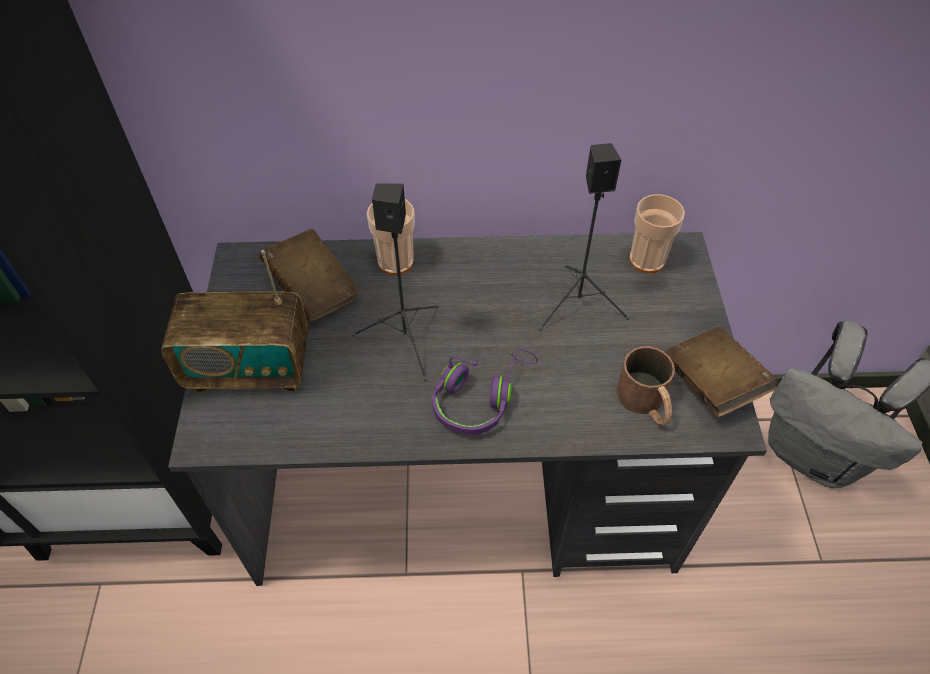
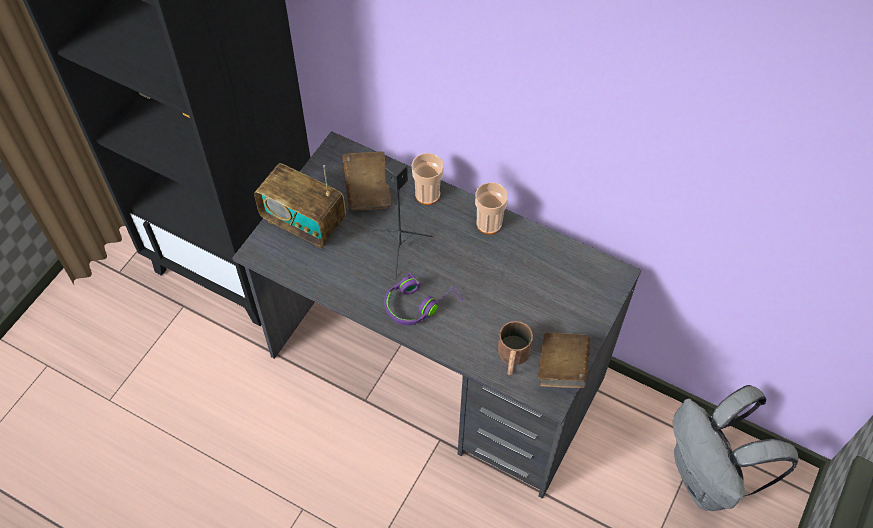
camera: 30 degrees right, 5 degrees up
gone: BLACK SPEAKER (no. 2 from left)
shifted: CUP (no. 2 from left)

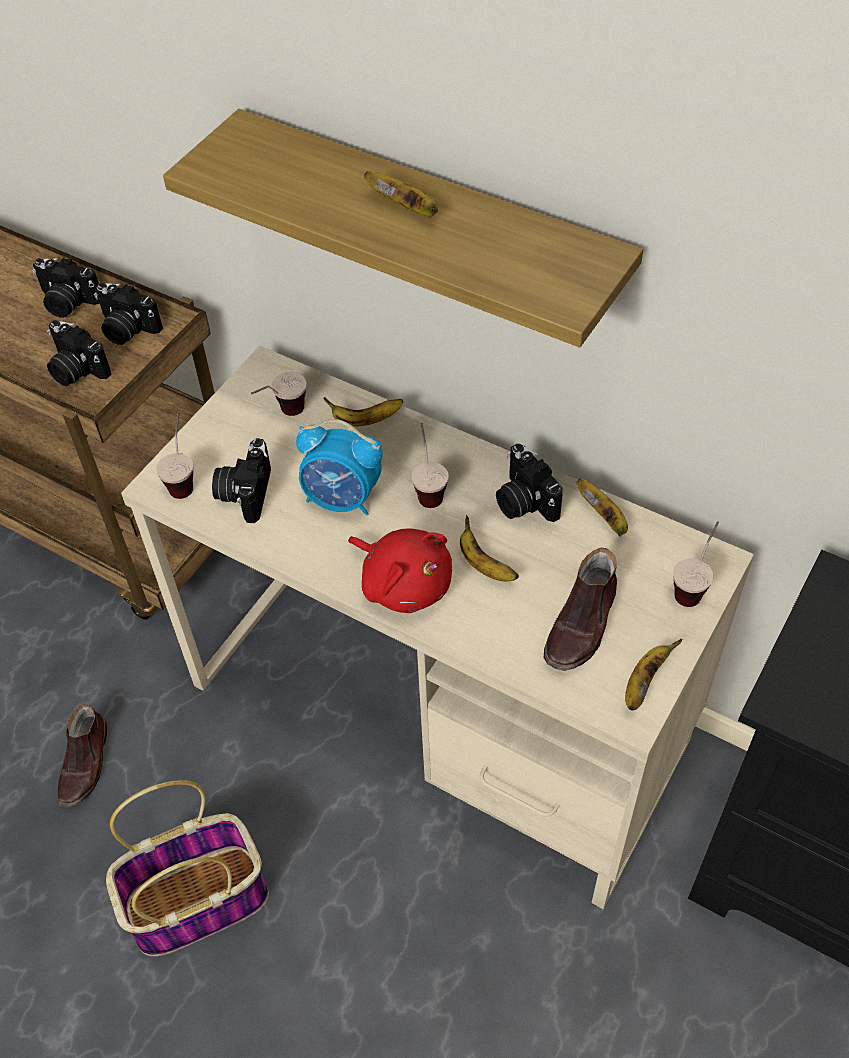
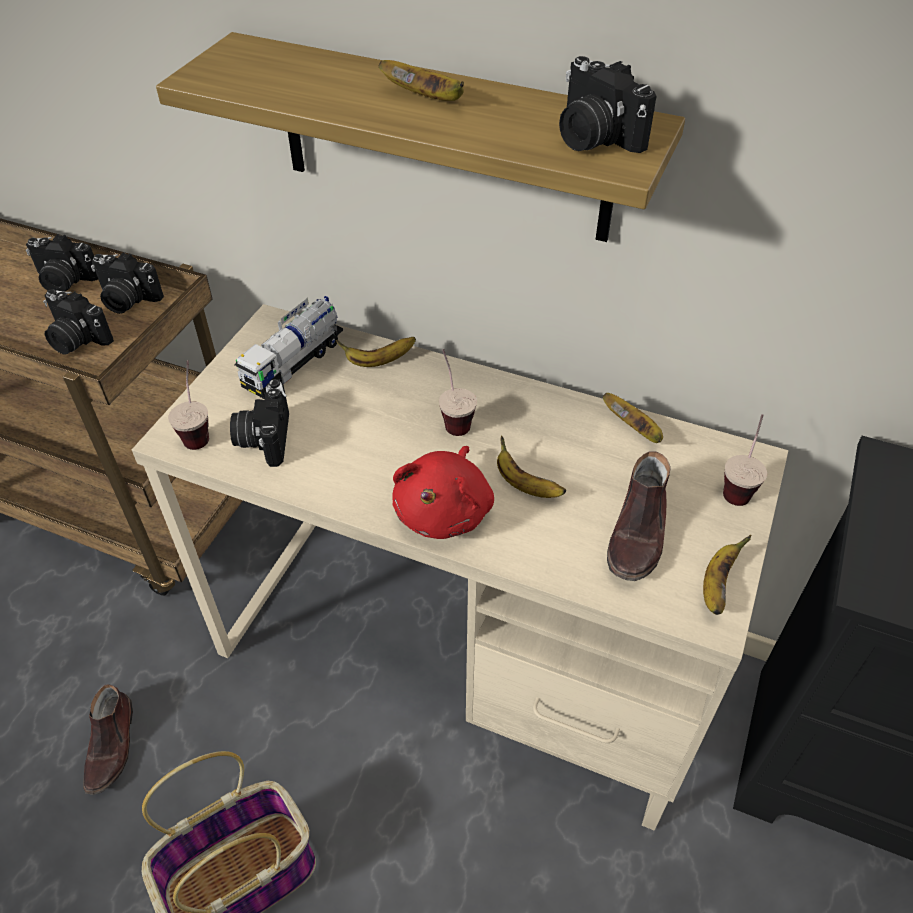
camera: 10 degrees left, 5 degrees down
gone: ALARM CLOCK
shifted: PHOTO CAMERA (no. 5 from left)
swapped: CUP (no. 2 from left) to TOY TRUCK
rotated: RED PLUSH TOY 75 degrees clockwise

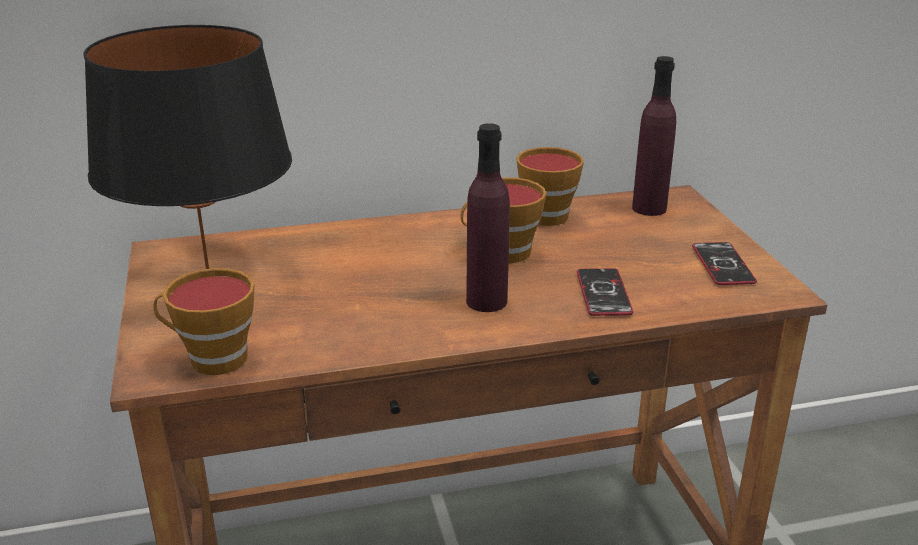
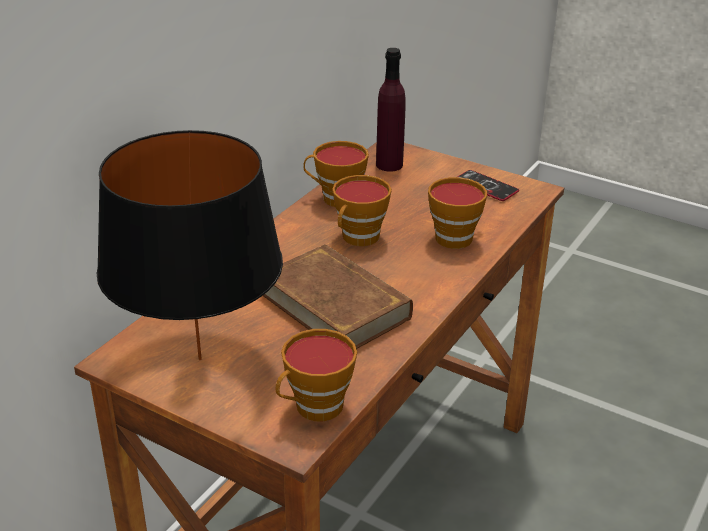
camera: 45 degrees left, 5 degrees up
gone: PURPLE BOTTLE (no. 1 from left)
new: BROWN BOOK
swapped: PHONE (no. 1 from left) to CUP (no. 4 from left)

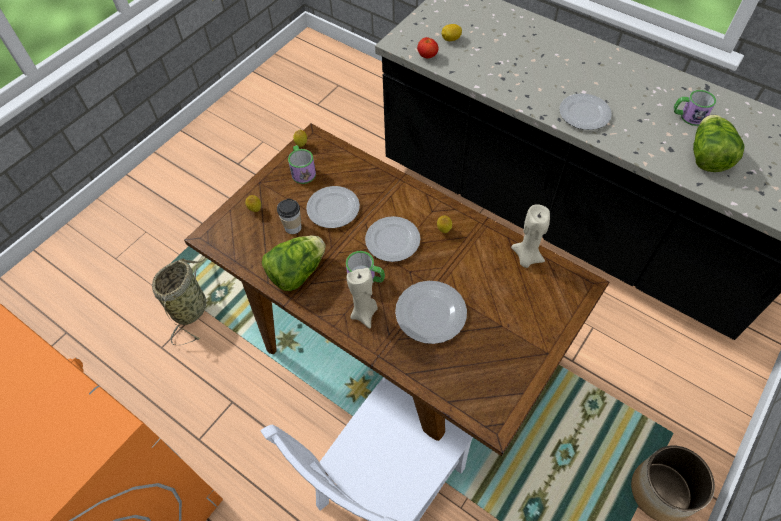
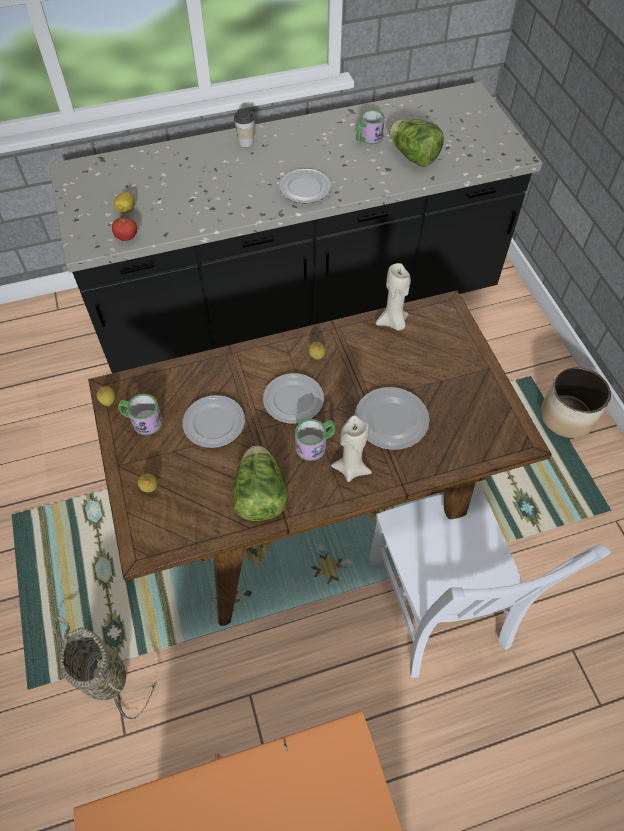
camera: 55 degrees left, 0 degrees up
shifted: CUP

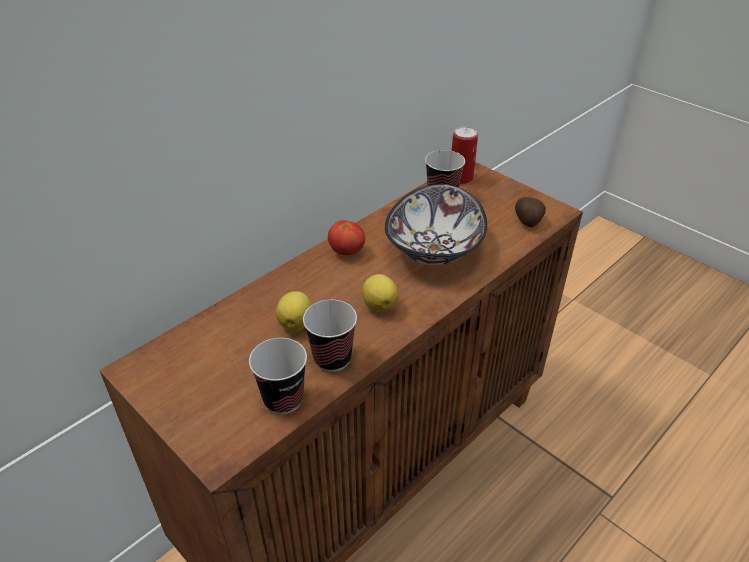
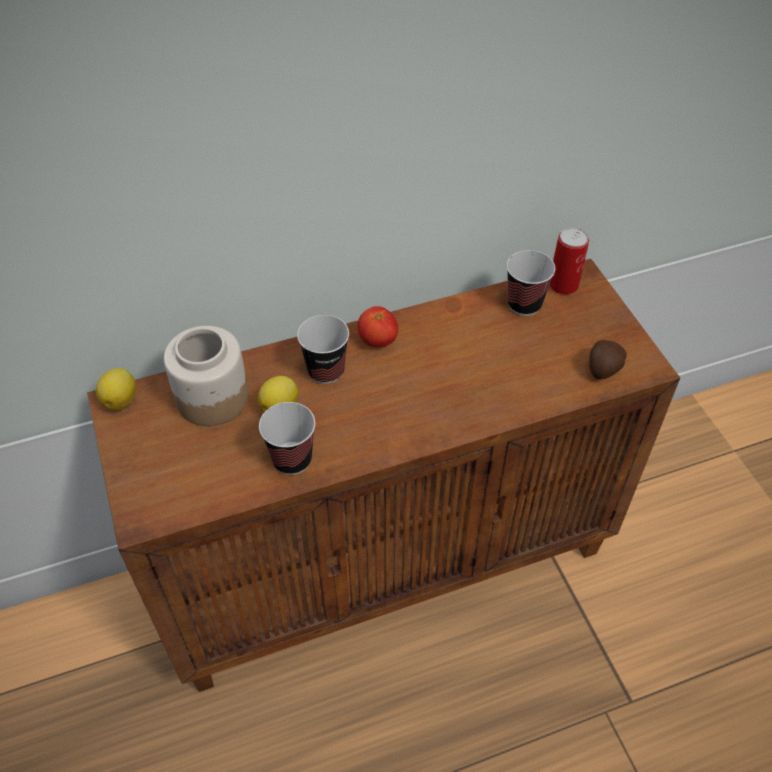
camera: 25 degrees right, 10 degrees up
gone: BOWL
new: JAR
shifted: CUP (no. 1 from left in the first image) to CUP (no. 2 from left); LEMON (no. 2 from left in the first image) to LEMON (no. 1 from left)

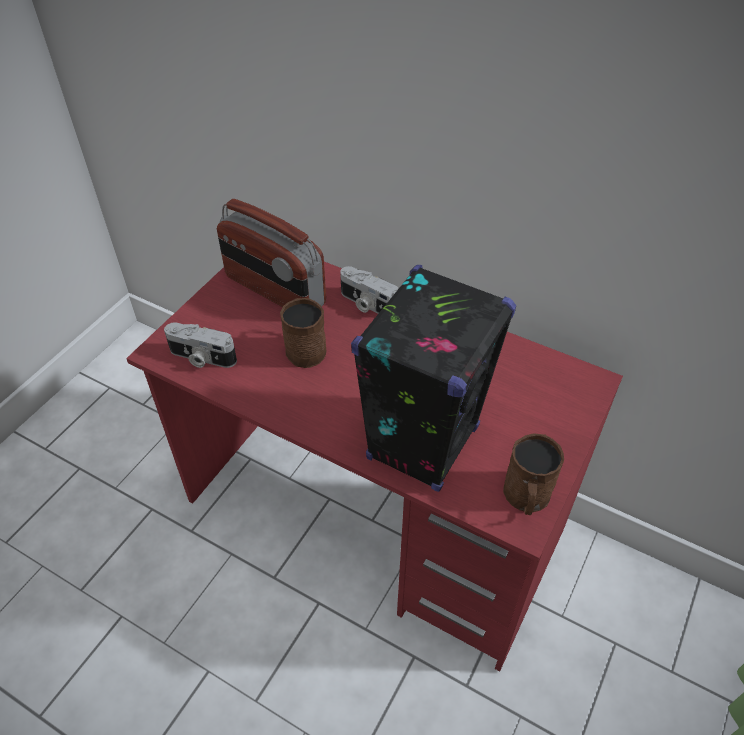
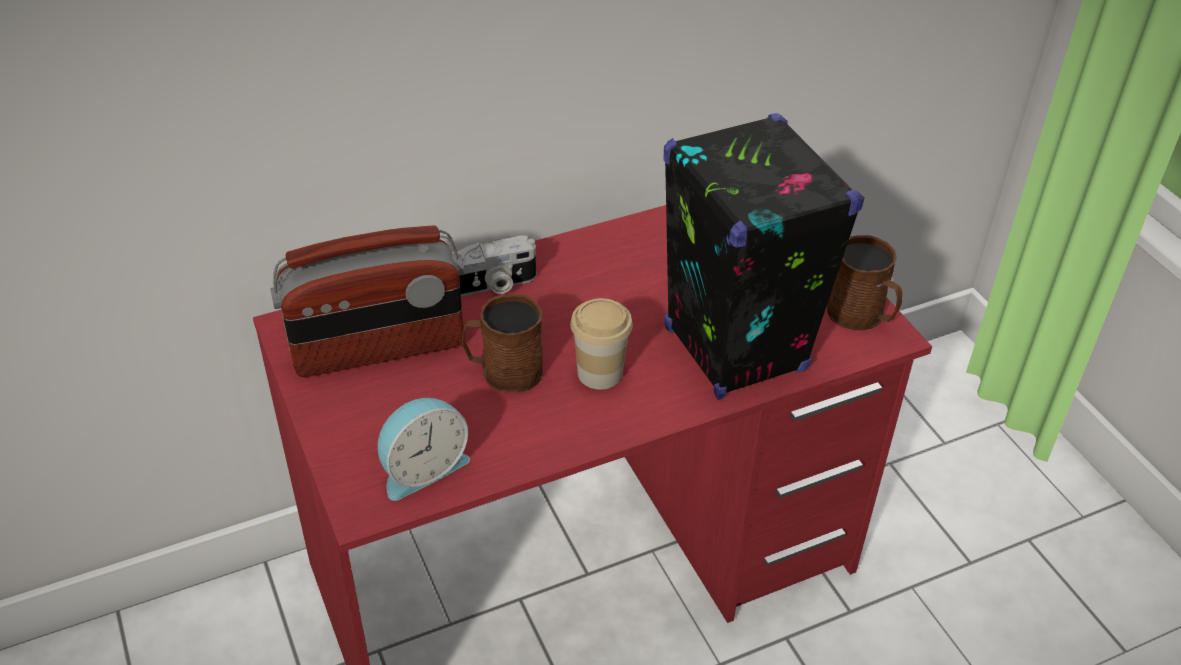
camera: 55 degrees left, 5 degrees down
new: CUP
swapped: PHOTO CAMERA (no. 1 from left) to ALARM CLOCK

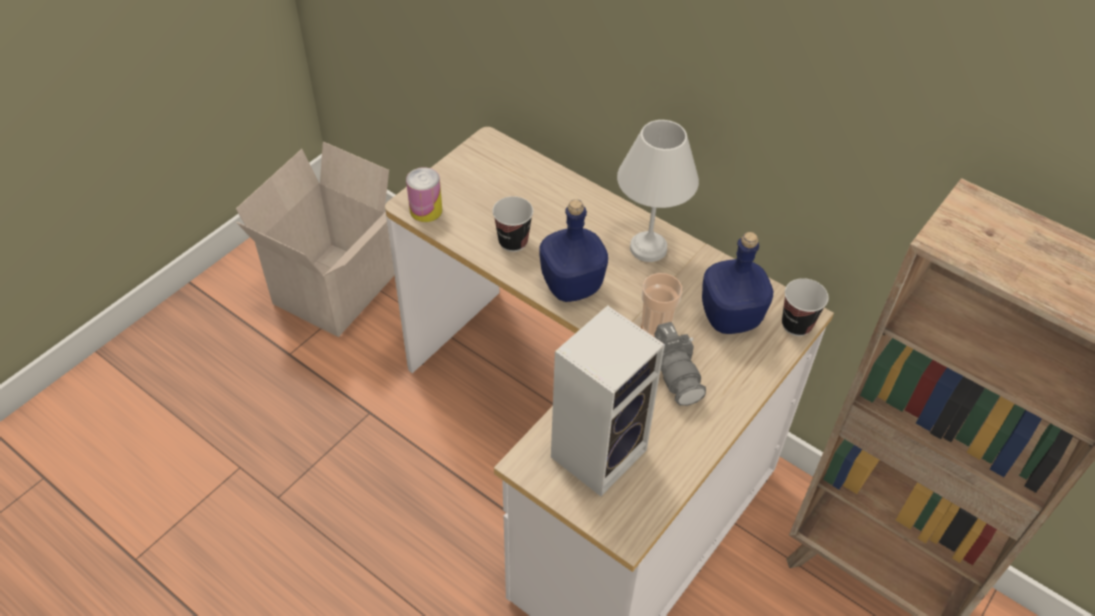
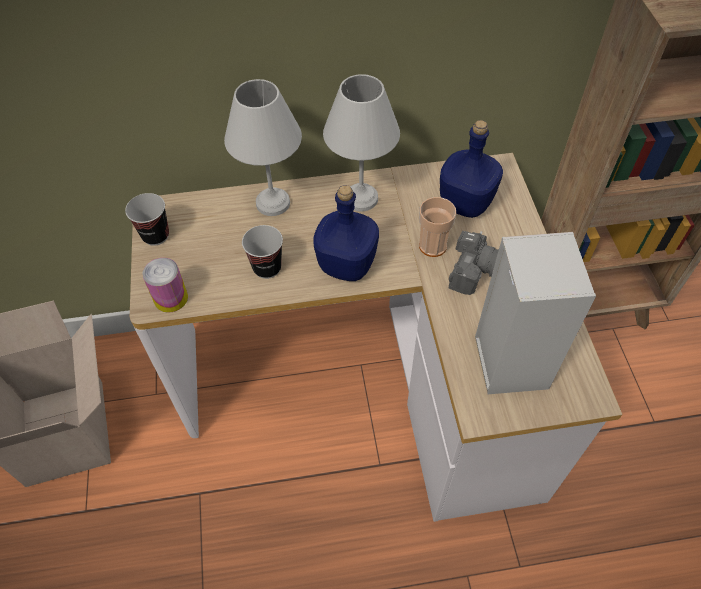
camera: 45 degrees left, 5 degrees up
new: WHITE TABLE LAMP (no. 1 from left)
shifted: CUP (no. 3 from left in the first image) to CUP (no. 1 from left)

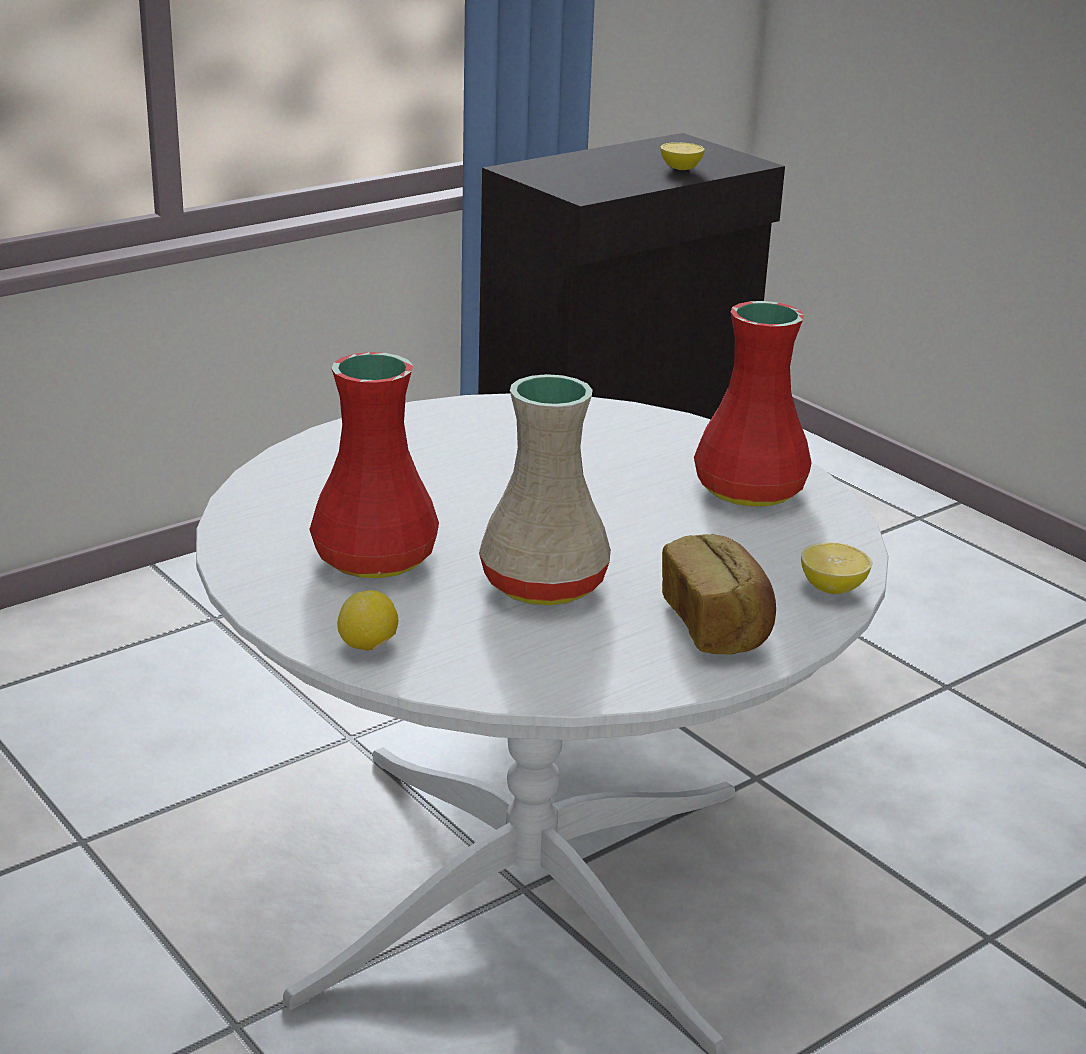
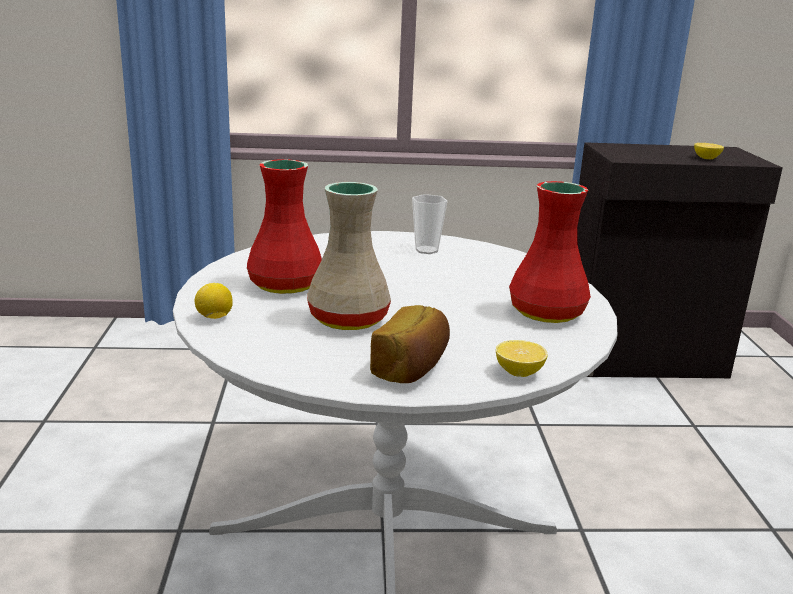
camera: 35 degrees right, 5 degrees down
new: CUP

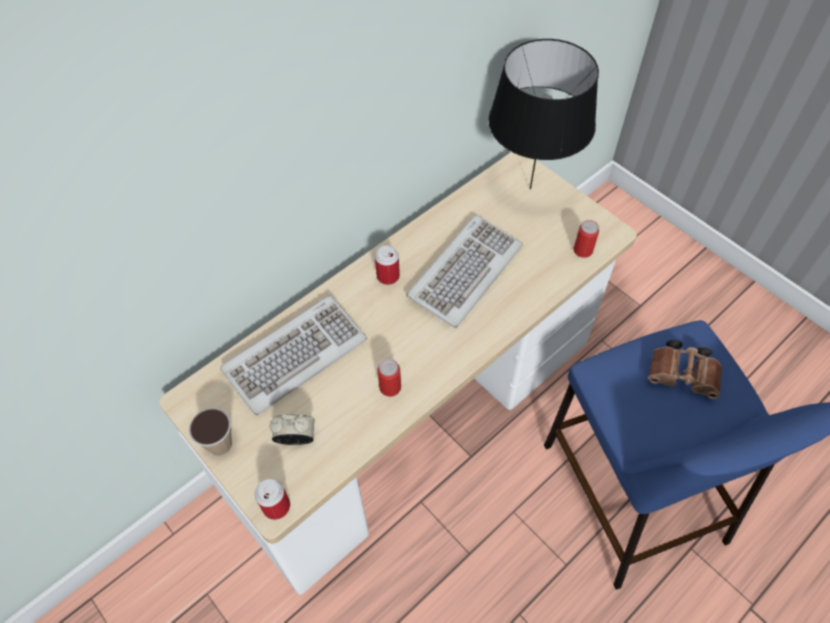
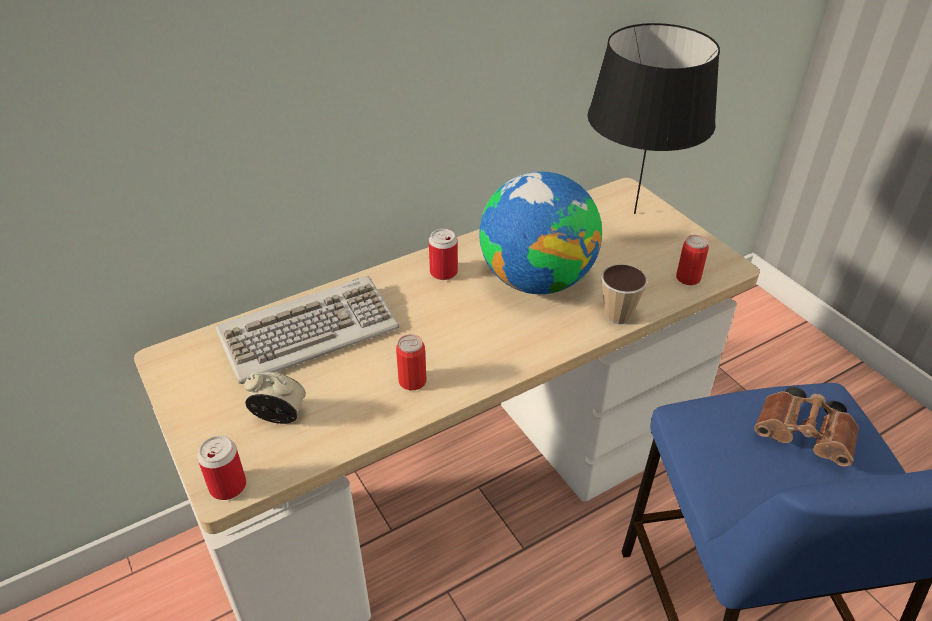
camera: 10 degrees right, 15 degrees down
shifted: CUP
swapped: KEYBOARD (no. 2 from left) to GLOBE

